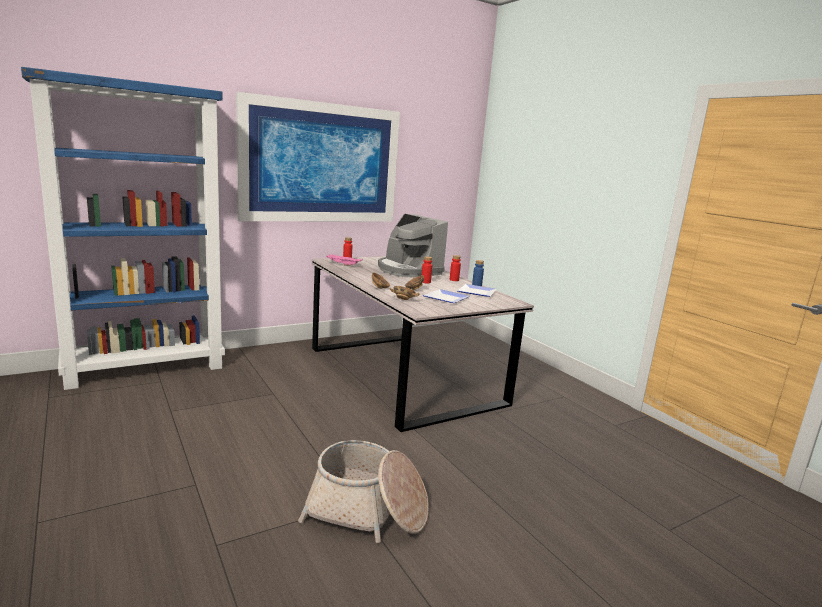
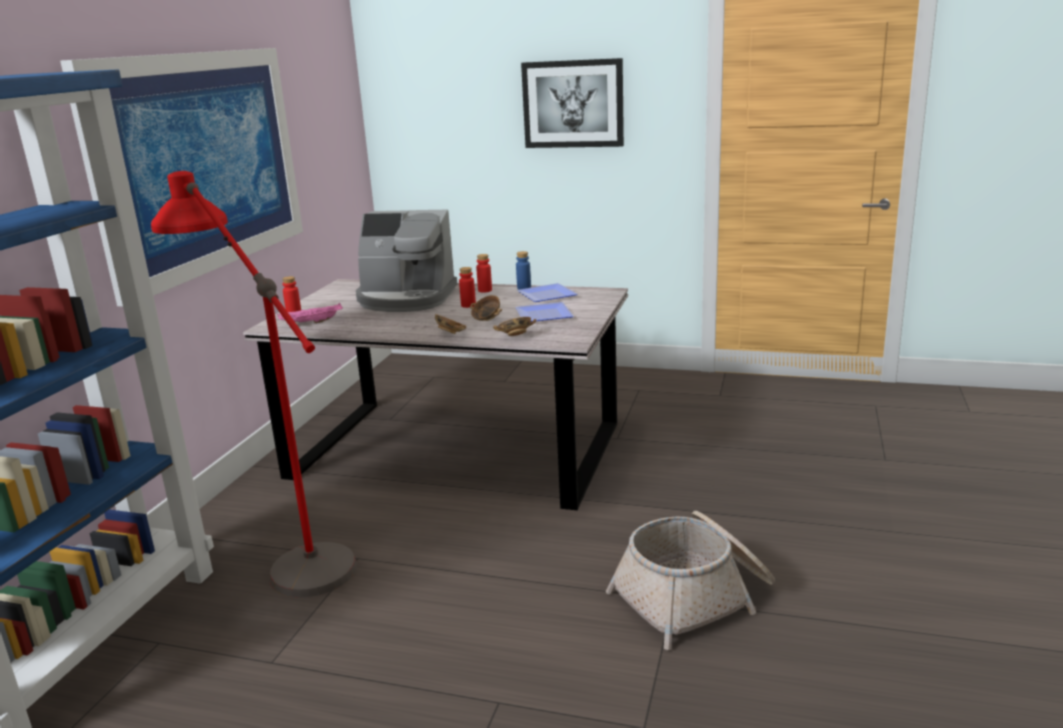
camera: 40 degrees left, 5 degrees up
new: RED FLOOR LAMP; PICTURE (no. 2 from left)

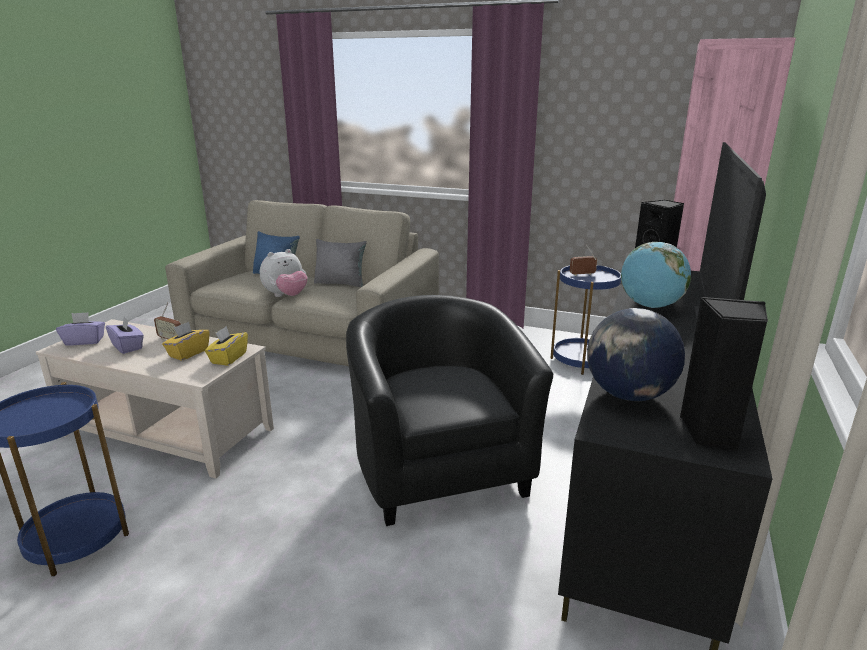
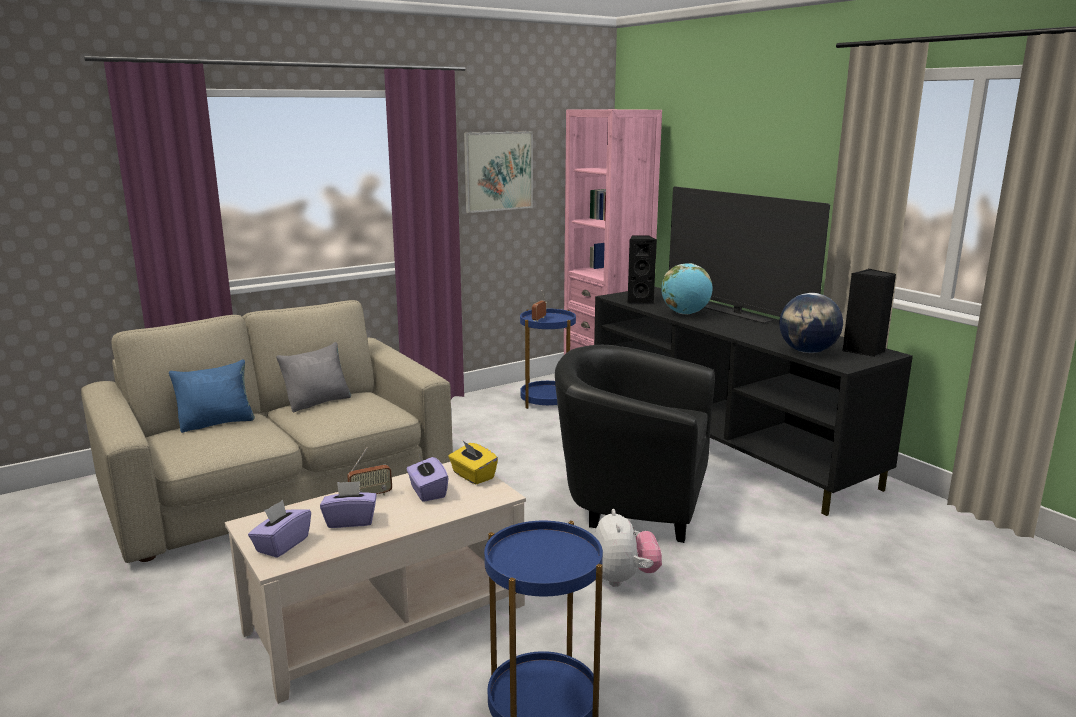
camera: 55 degrees left, 5 degrees down
new: PICTURE
shifted: PLUSH TOY
repainted: YELLOW TISSUE BOX (no. 1 from left) to PURPLE TISSUE BOX (no. 3 from left)

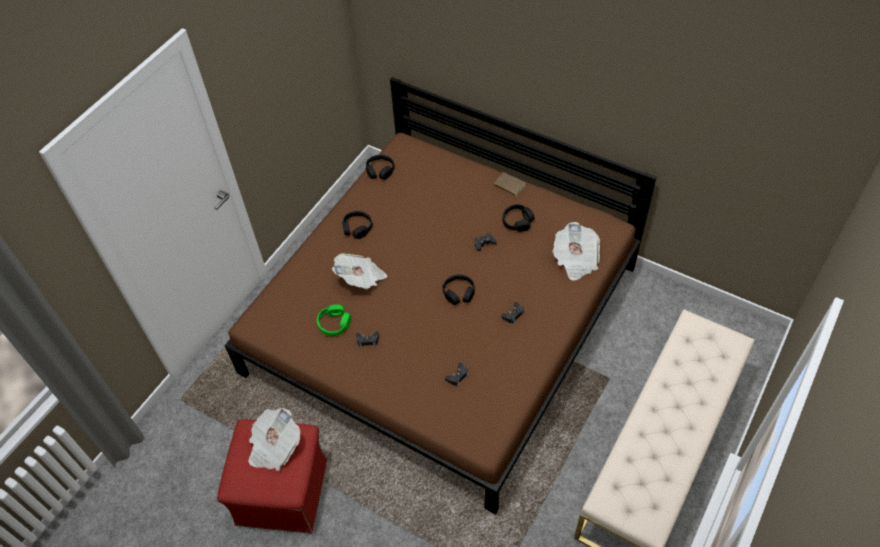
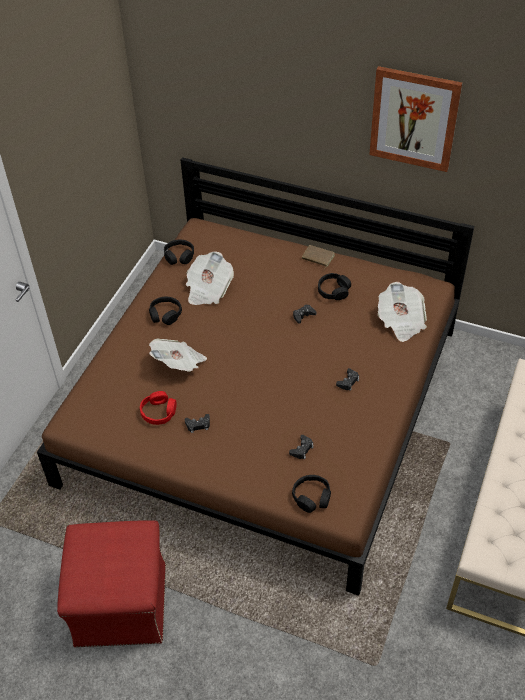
camera: 10 degrees left, 5 degrees down
new: PICTURE
shifted: NEWSPAPER (no. 1 from left in the first image) to NEWSPAPER (no. 2 from left); BLACK HEADPHONES (no. 3 from left)
repainted: GREEN HEADPHONES to RED HEADPHONES

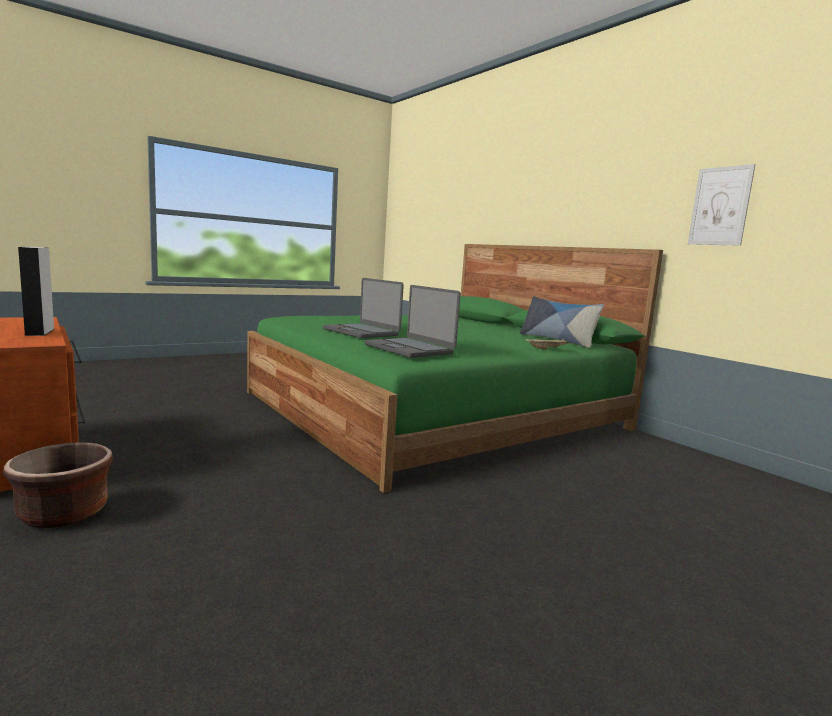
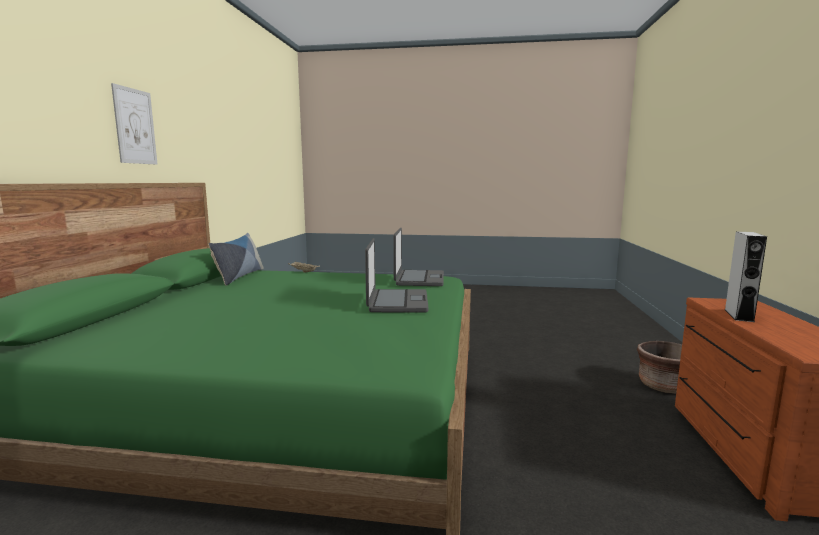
camera: 135 degrees left, 0 degrees up
shifted: PICTURE

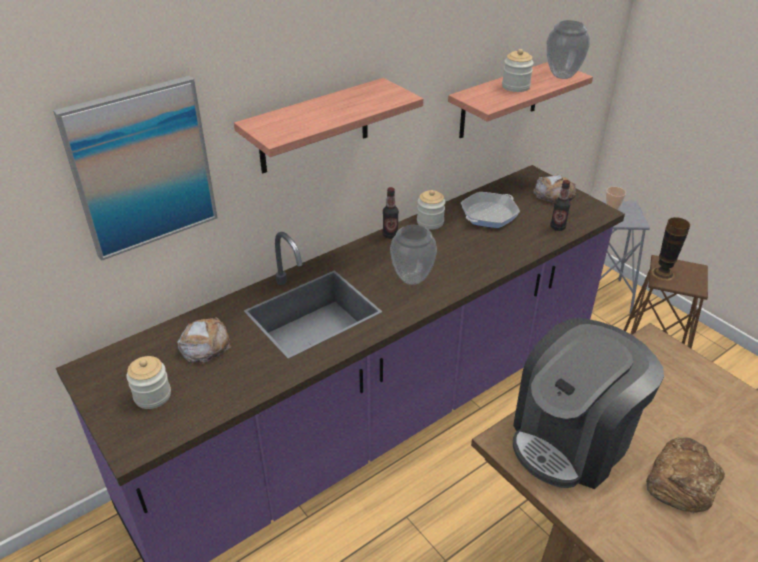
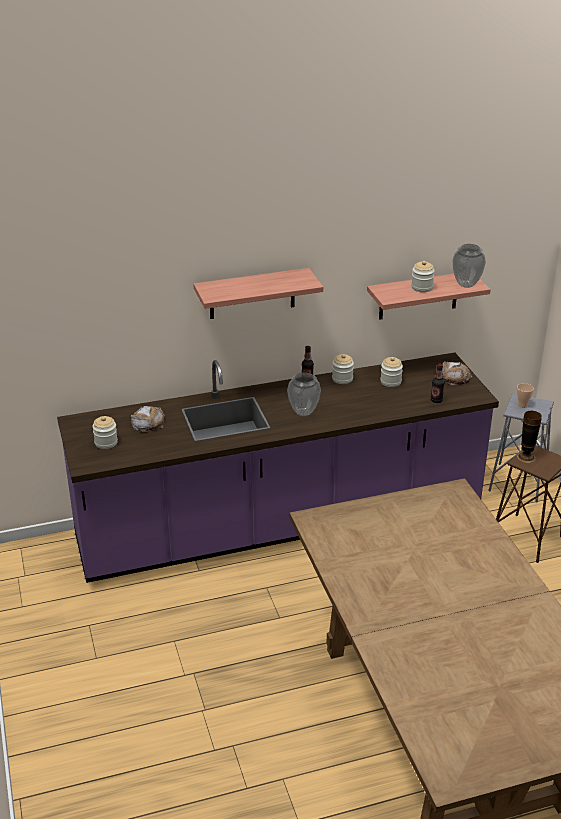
camera: 20 degrees right, 5 degrees down
gone: PICTURE; COFFEE MACHINE; BREAD (no. 3 from left)
swapped: FRYING PAN to JAR (no. 3 from left)

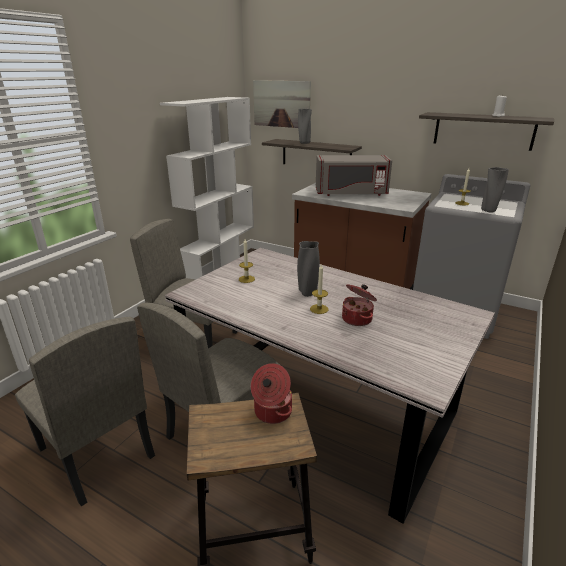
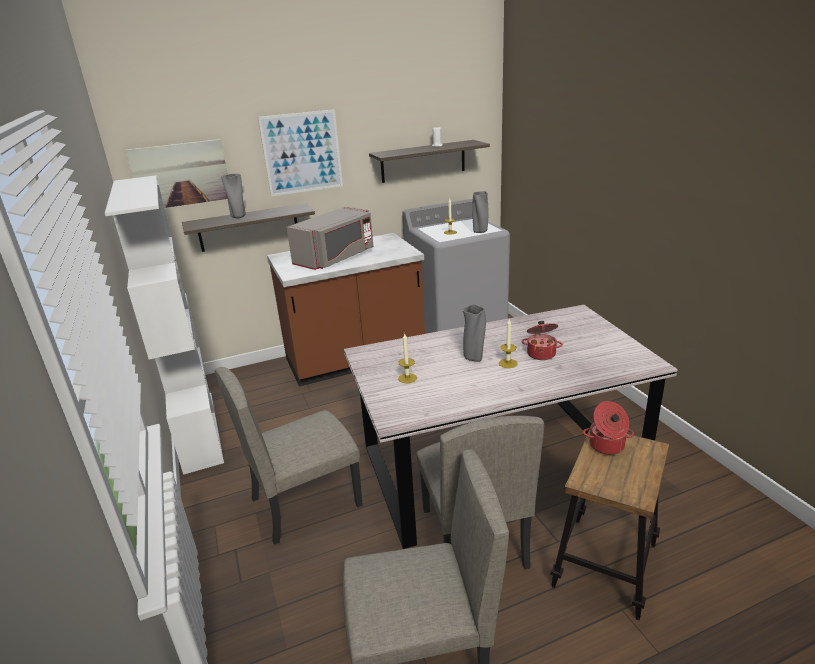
camera: 50 degrees left, 0 degrees up
new: PICTURE (no. 2 from left)

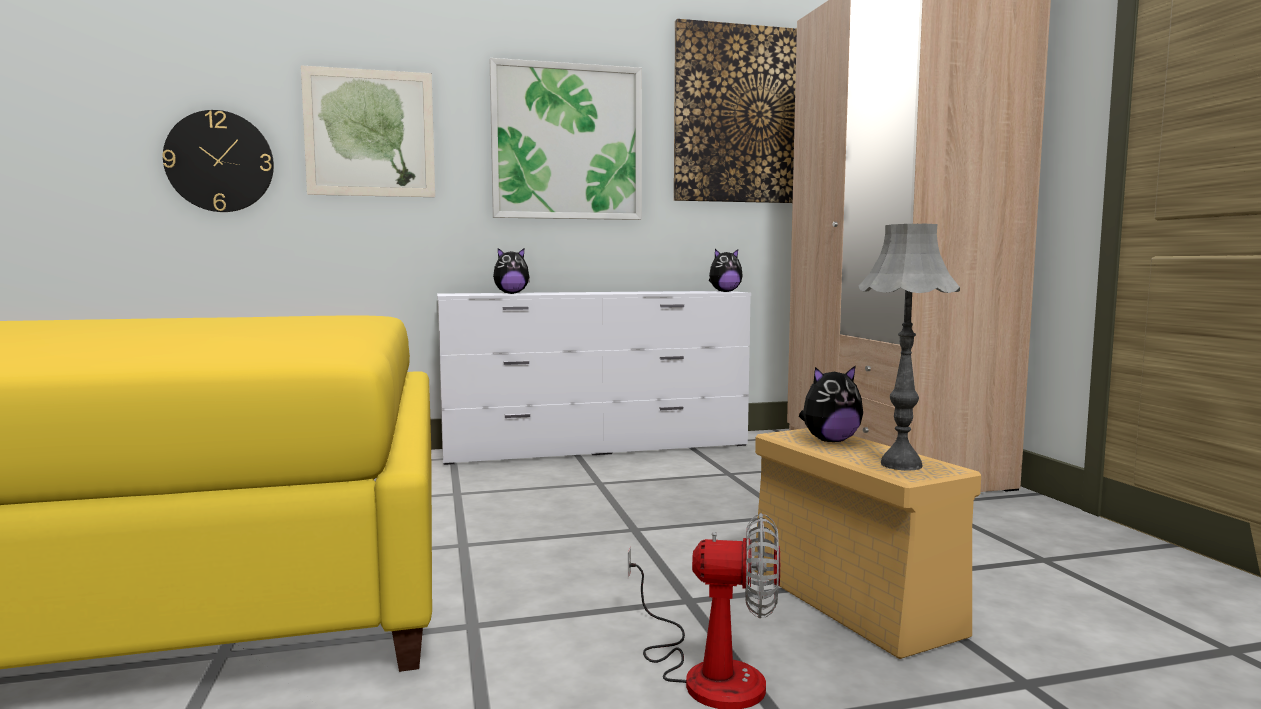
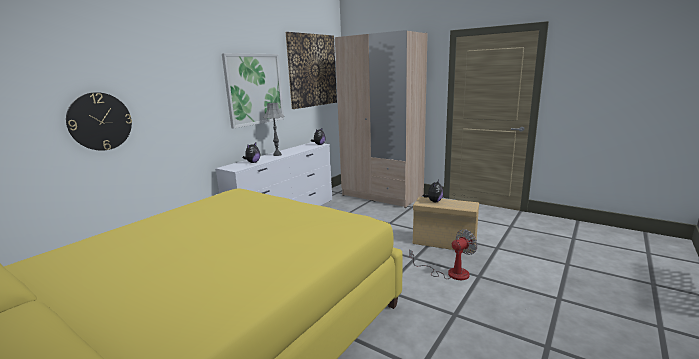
camera: 40 degrees left, 10 degrees up
gone: PICTURE (no. 1 from left)
shifted: GREY TABLE LAMP

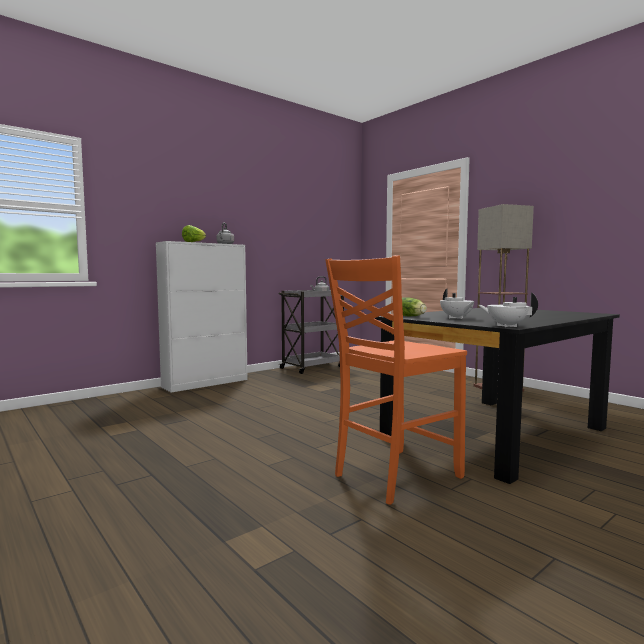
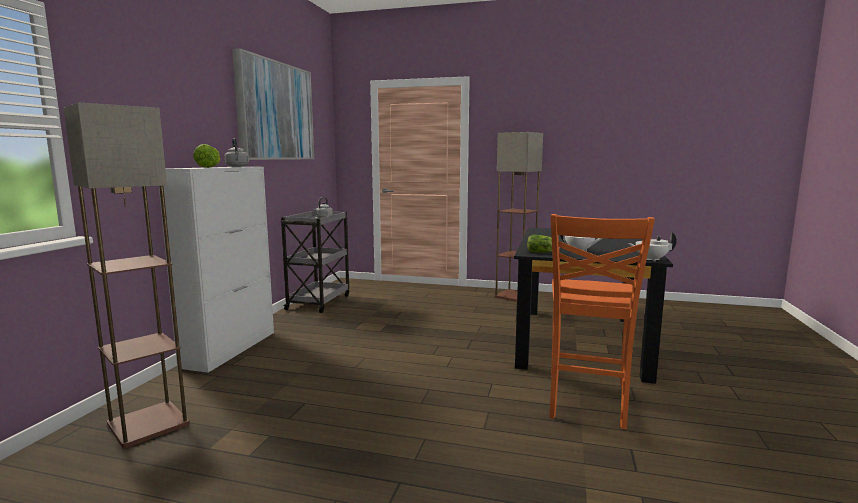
camera: 35 degrees left, 5 degrees up
new: FLOOR LAMP (no. 1 from left); PICTURE

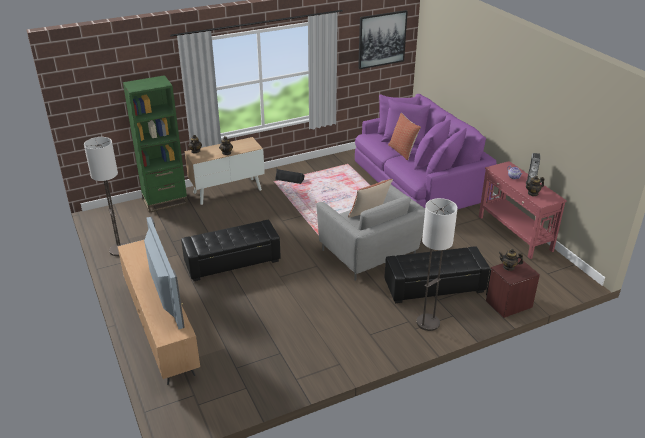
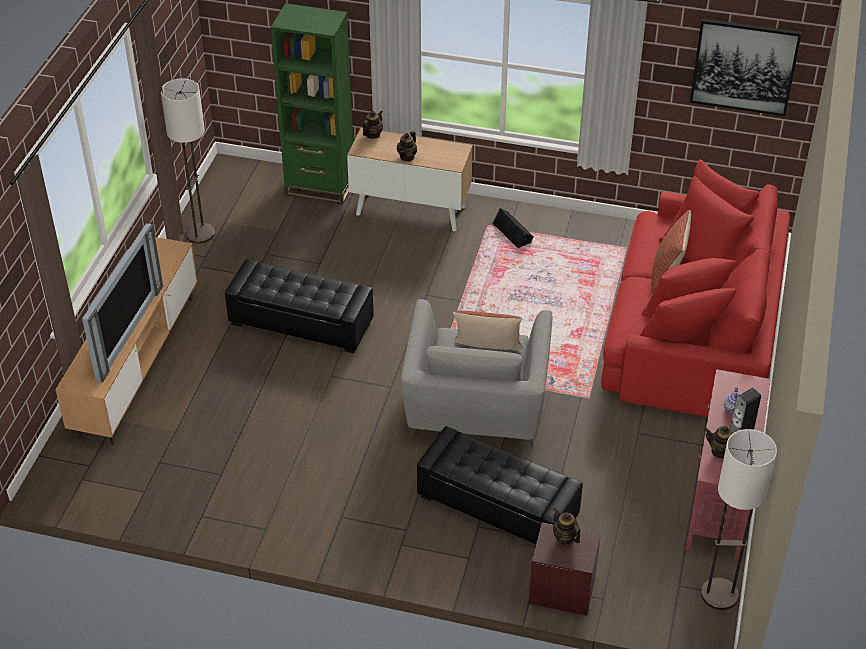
camera: 40 degrees right, 10 degrees up
shifted: FLOOR LAMP (no. 2 from left)
repainted: PURPLE SOFA to RED SOFA

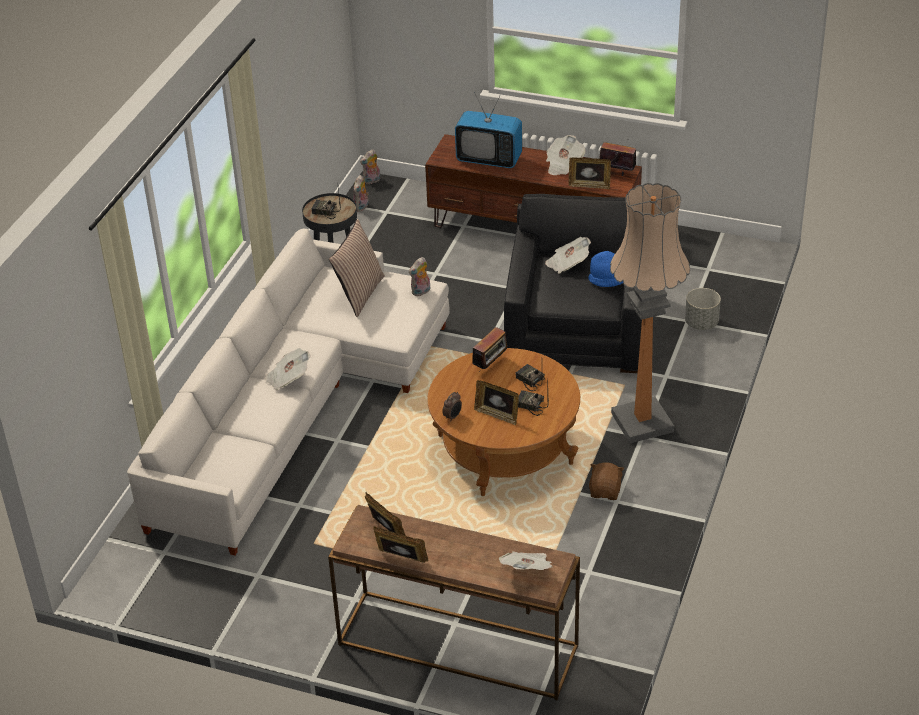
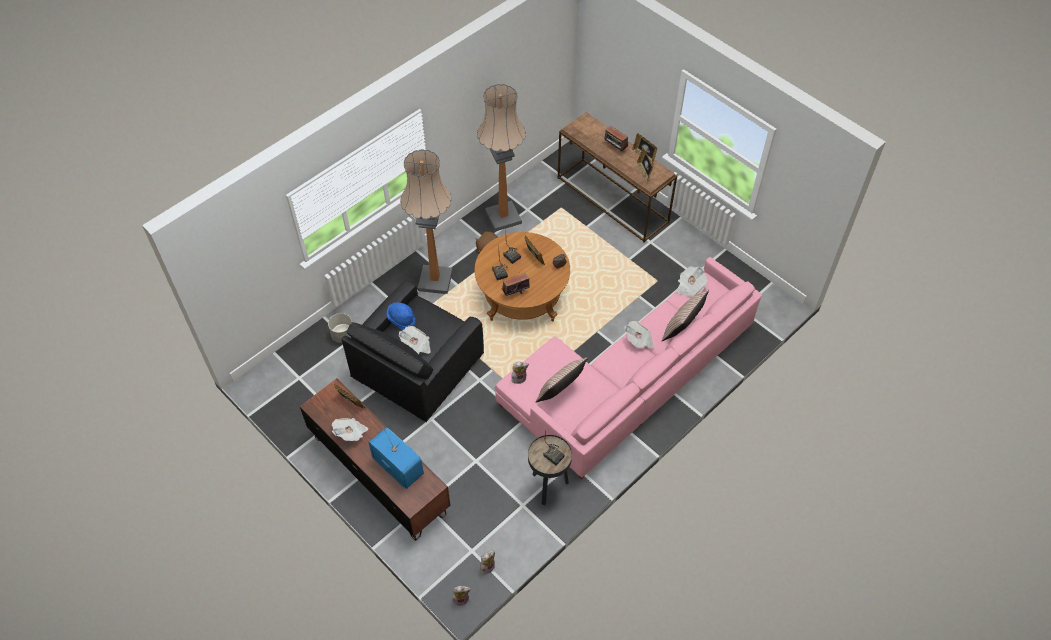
camera: 155 degrees left, 15 degrees up
new: FLOOR LAMP (no. 2 from left); PILLOW (no. 2 from left)
shifted: NEWSPAPER (no. 2 from left in the first image) to NEWSPAPER (no. 4 from left); RADIO (no. 5 from left)
repainted: WHITE SOFA to PINK SOFA

